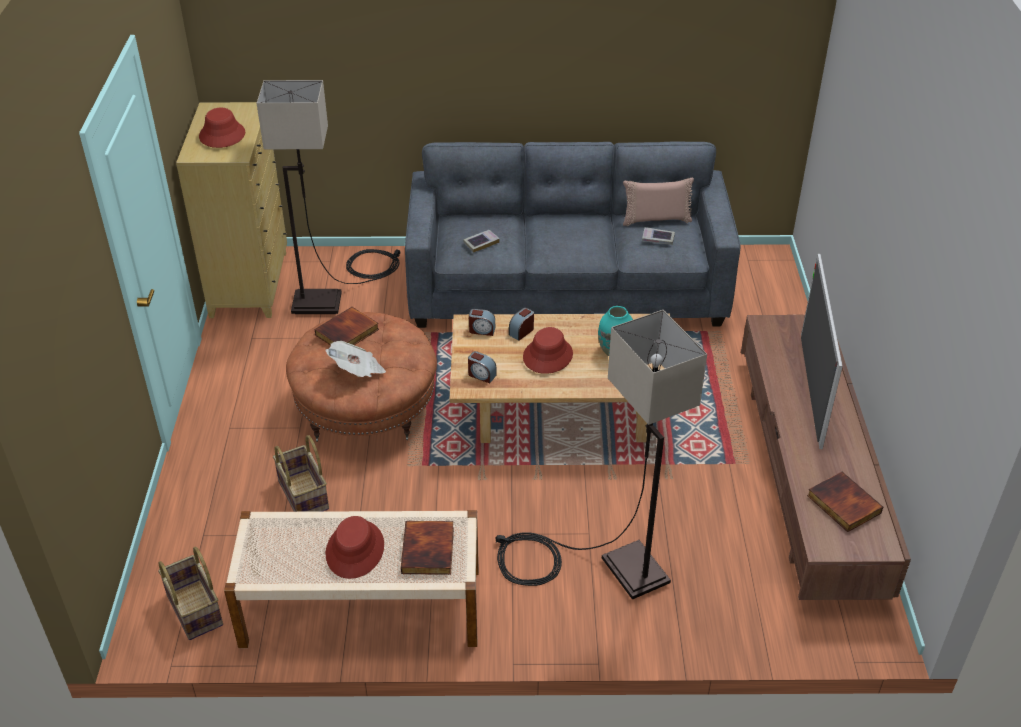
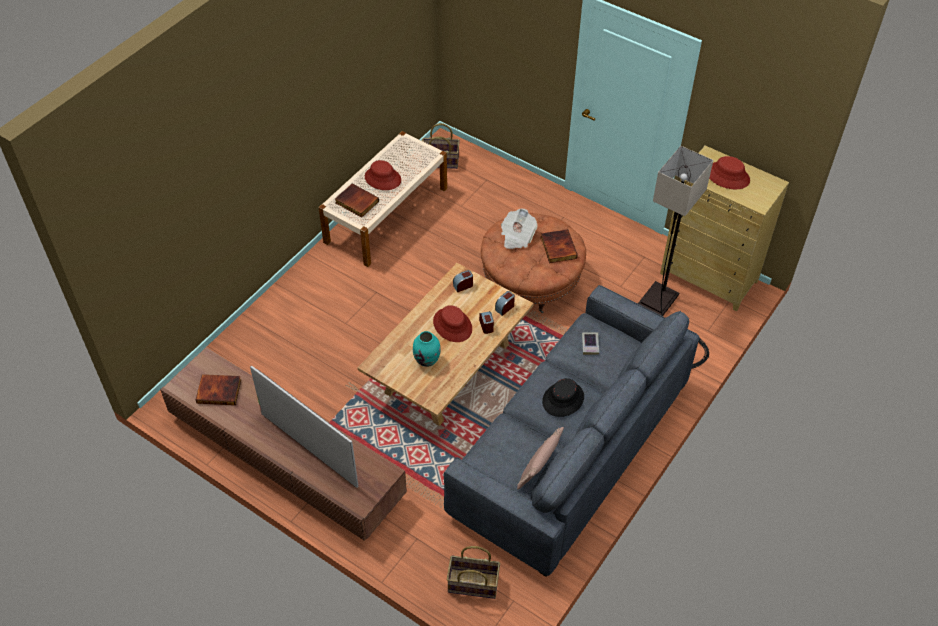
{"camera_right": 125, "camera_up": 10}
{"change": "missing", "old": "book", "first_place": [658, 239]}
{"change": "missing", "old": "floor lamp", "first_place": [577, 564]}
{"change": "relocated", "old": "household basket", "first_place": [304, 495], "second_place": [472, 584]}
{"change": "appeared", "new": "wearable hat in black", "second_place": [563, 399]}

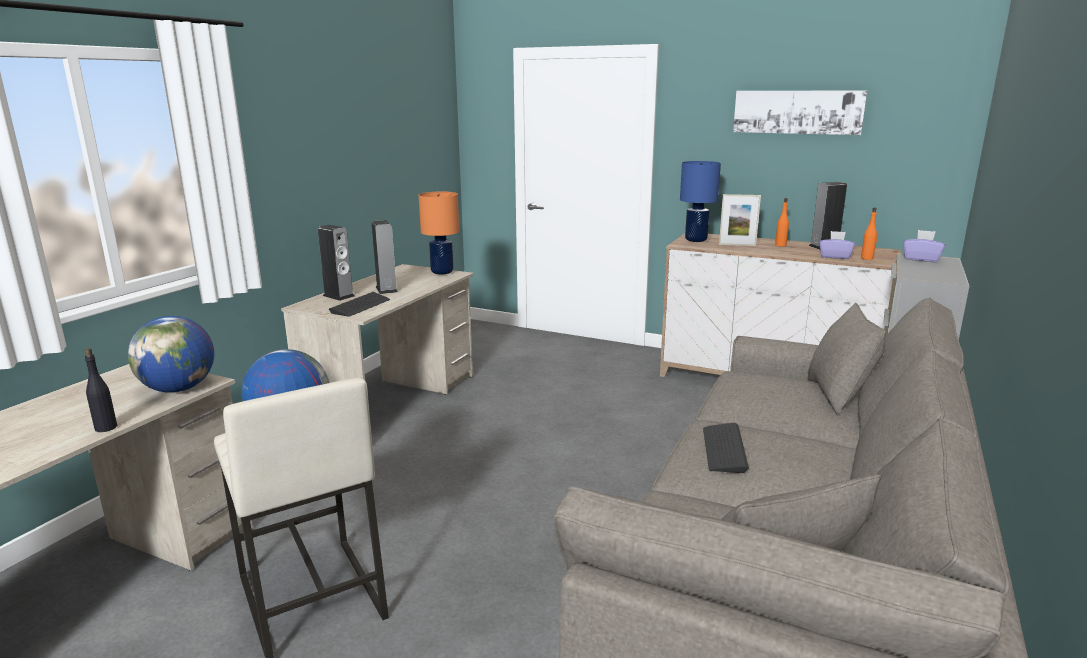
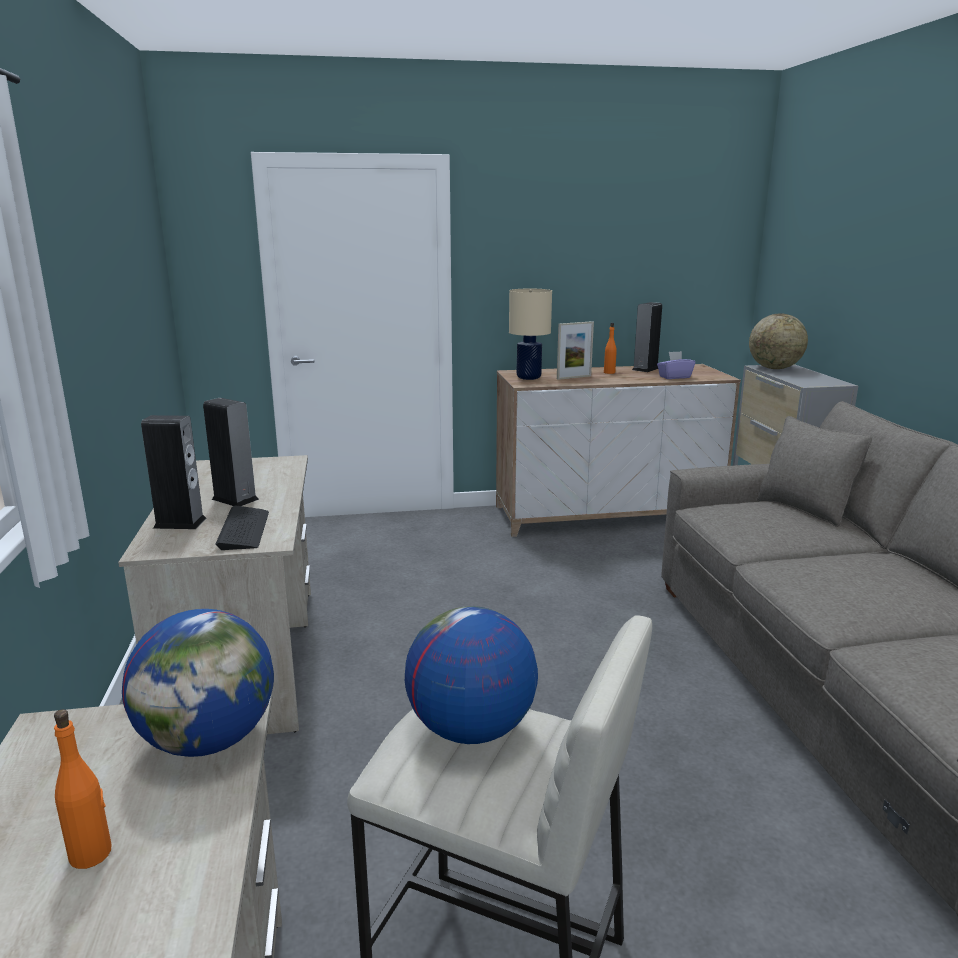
{"camera_right": -35, "camera_up": 0}
{"change": "missing", "old": "picture", "first_place": [797, 112]}
{"change": "colour", "old": "table lamp in blue", "new": "table lamp in beige-coloured", "first_place": [695, 241], "second_place": [528, 378]}
{"change": "missing", "old": "table lamp in orange-coloured", "first_place": [442, 273]}
{"change": "relocated", "old": "drink bottle in orange-coloured", "first_place": [867, 258], "second_place": [91, 853]}
{"change": "exchanged", "old": "tissue holder in purple-coloured", "new": "desk globe", "first_place": [921, 259], "second_place": [774, 368]}
{"change": "missing", "old": "drink bottle in black", "first_place": [106, 428]}
{"change": "missing", "old": "PC keyboard", "first_place": [724, 449]}

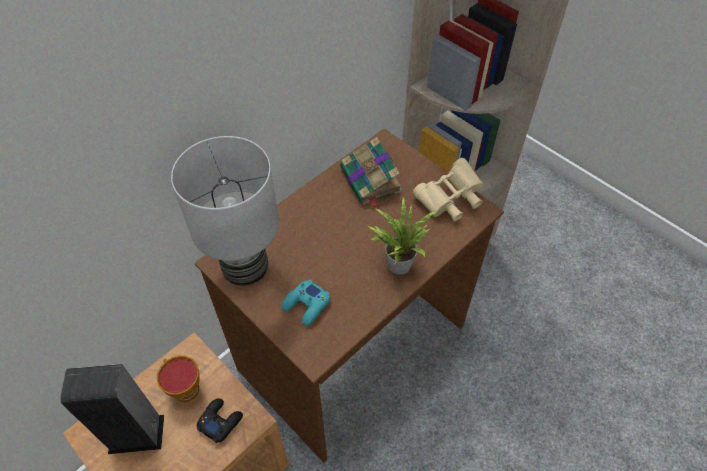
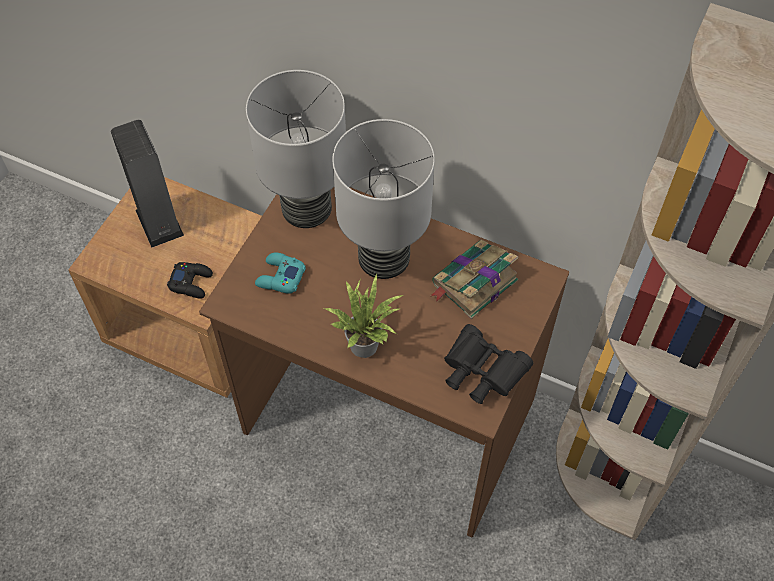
{"camera_right": 70, "camera_up": 5}
{"change": "colour", "old": "pair of binoculars in beige-coloured", "new": "pair of binoculars in black", "first_place": [450, 200], "second_place": [481, 373]}
{"change": "missing", "old": "cup", "first_place": [184, 387]}
{"change": "appeared", "new": "table lamp in greyish", "second_place": [383, 257]}

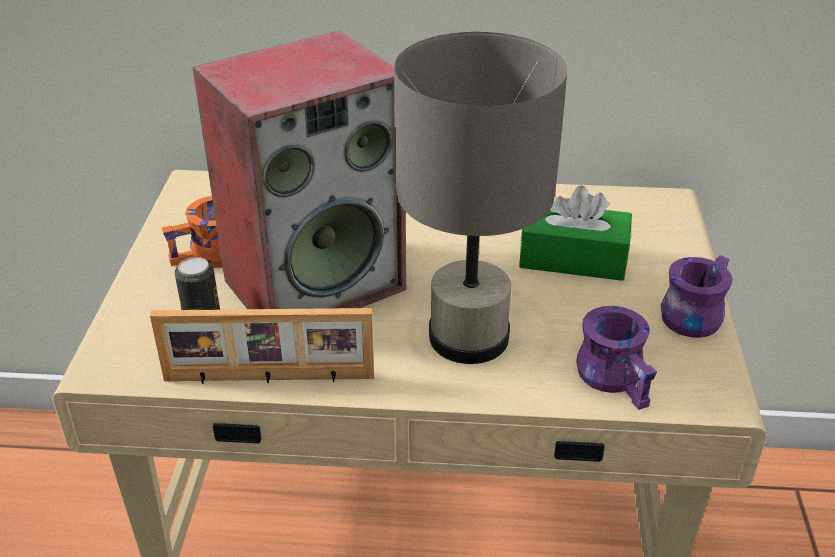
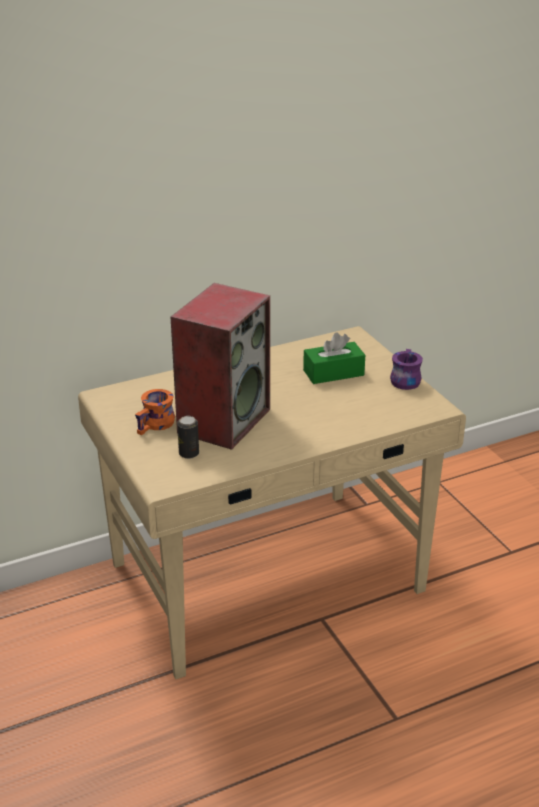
{"camera_right": -30, "camera_up": -5}
{"change": "missing", "old": "table lamp in greyish", "first_place": [470, 338]}
{"change": "missing", "old": "tea mug in purple-coloured", "first_place": [619, 377]}
{"change": "missing", "old": "picture frame", "first_place": [269, 379]}

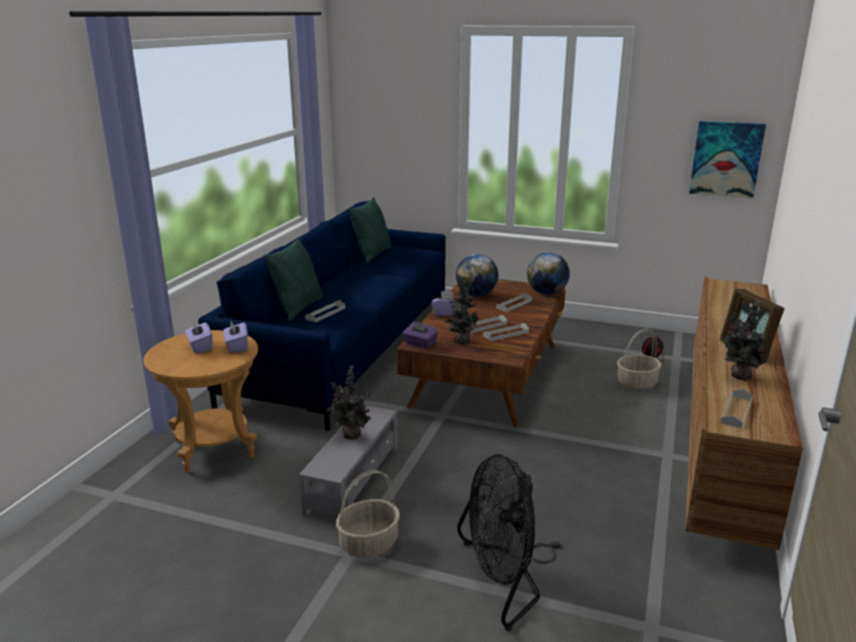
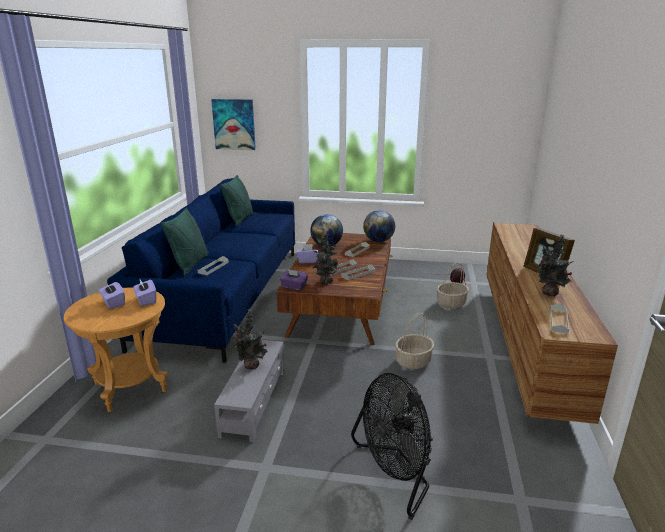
{"camera_right": -10, "camera_up": 0}
{"change": "relocated", "old": "picture", "first_place": [726, 159], "second_place": [234, 124]}
{"change": "relocated", "old": "household basket", "first_place": [369, 543], "second_place": [413, 361]}

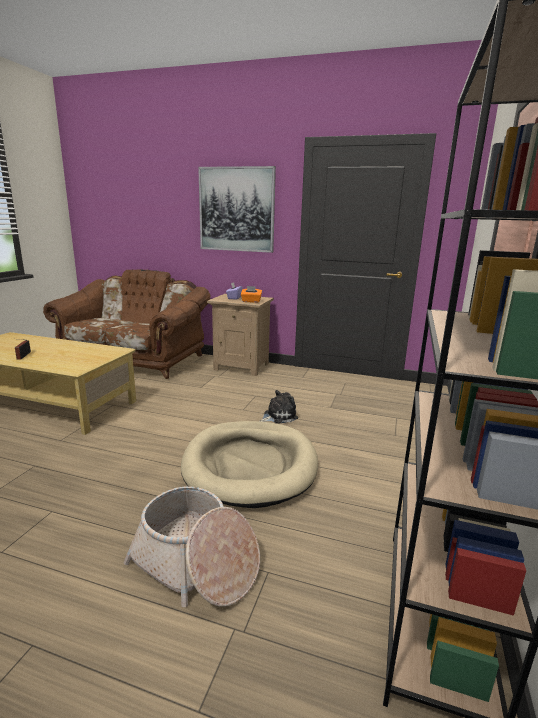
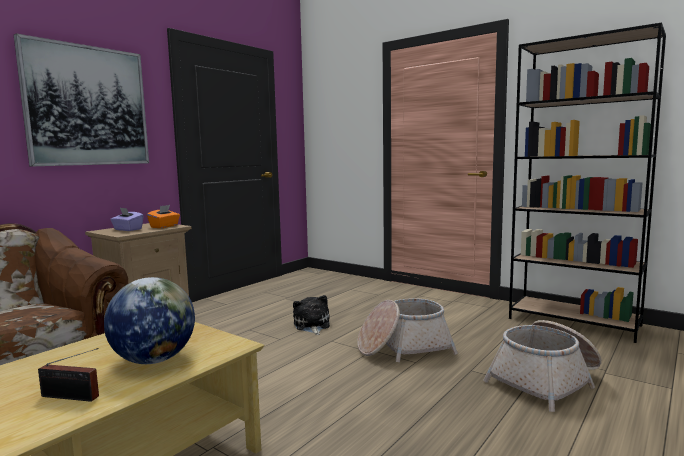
{"camera_right": -70, "camera_up": -10}
{"change": "exchanged", "old": "dog cushion in beige-coloured", "new": "household basket", "first_place": [250, 465], "second_place": [403, 347]}
{"change": "appeared", "new": "desk globe", "second_place": [154, 360]}

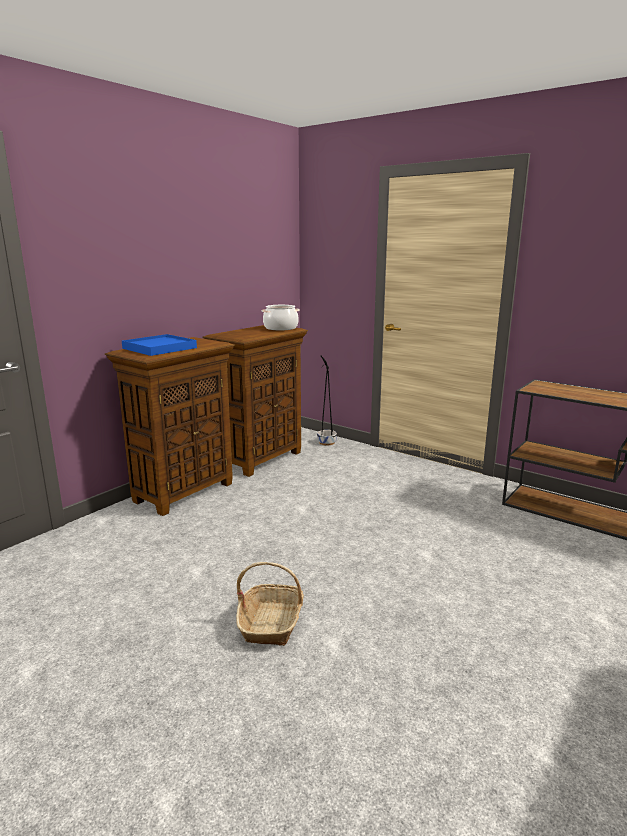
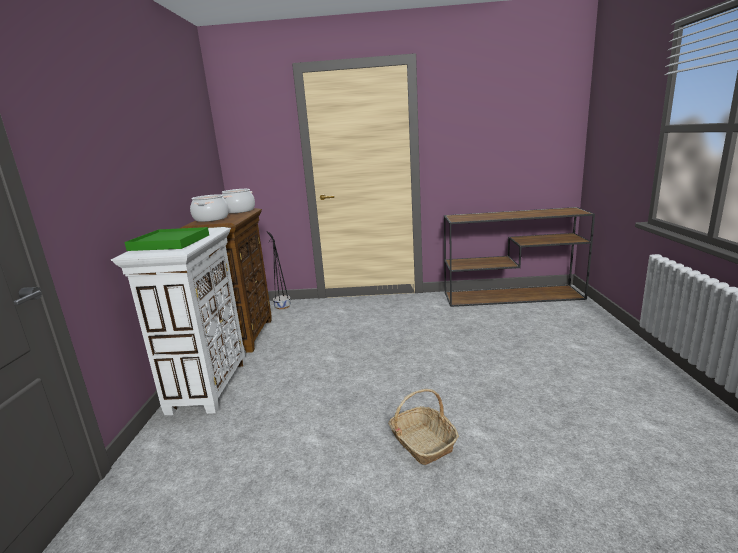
{"camera_right": -35, "camera_up": 0}
{"change": "colour", "old": "serving tray in blue", "new": "serving tray in green-coloured", "first_place": [159, 348], "second_place": [170, 242]}
{"change": "colour", "old": "cabinet in brownish", "new": "cabinet in white-coloured", "first_place": [184, 492], "second_place": [208, 385]}
{"change": "appeared", "new": "stockpot", "second_place": [211, 219]}

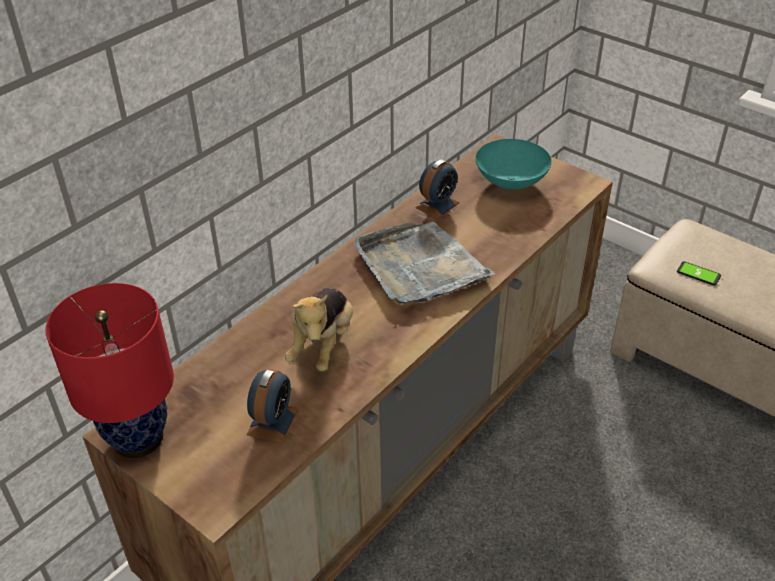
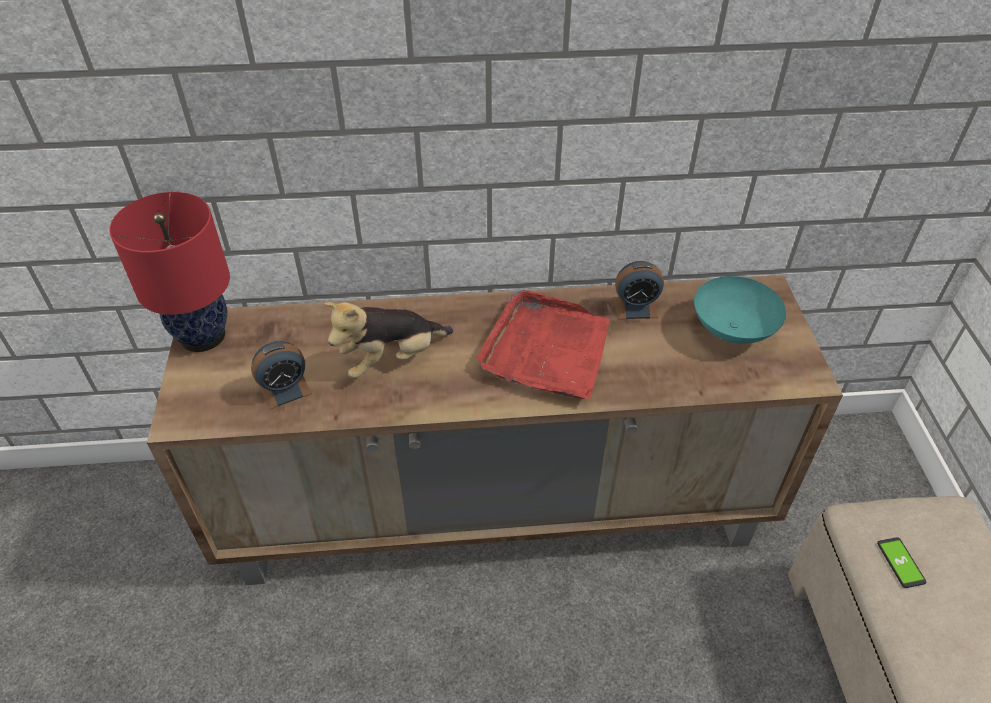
{"camera_right": 45, "camera_up": 5}
{"change": "colour", "old": "serving tray in greyish", "new": "serving tray in red", "first_place": [419, 266], "second_place": [546, 349]}

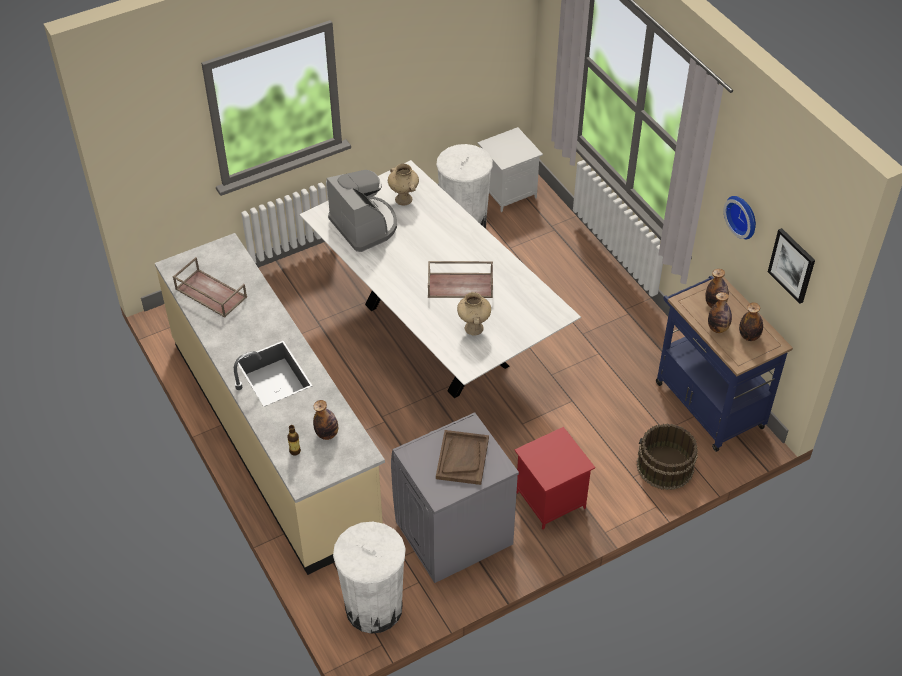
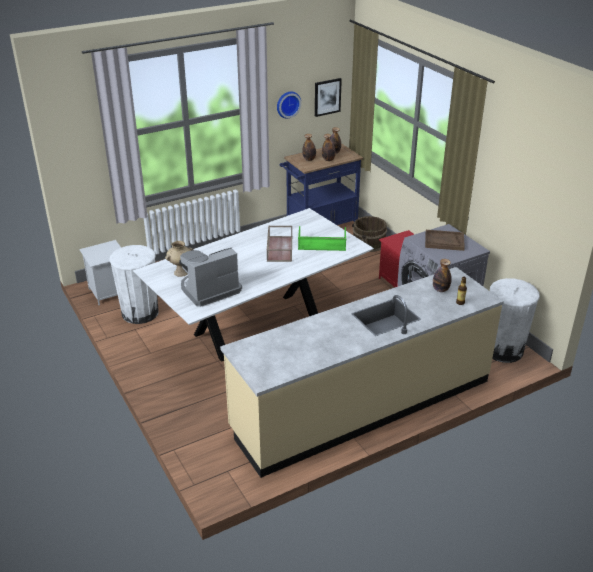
{"camera_right": -90, "camera_up": -15}
{"change": "missing", "old": "serving tray in brownish", "first_place": [210, 293]}
{"change": "exchanged", "old": "flower vase in beige-coloured", "new": "serving tray in green-coloured", "first_place": [473, 328], "second_place": [321, 244]}

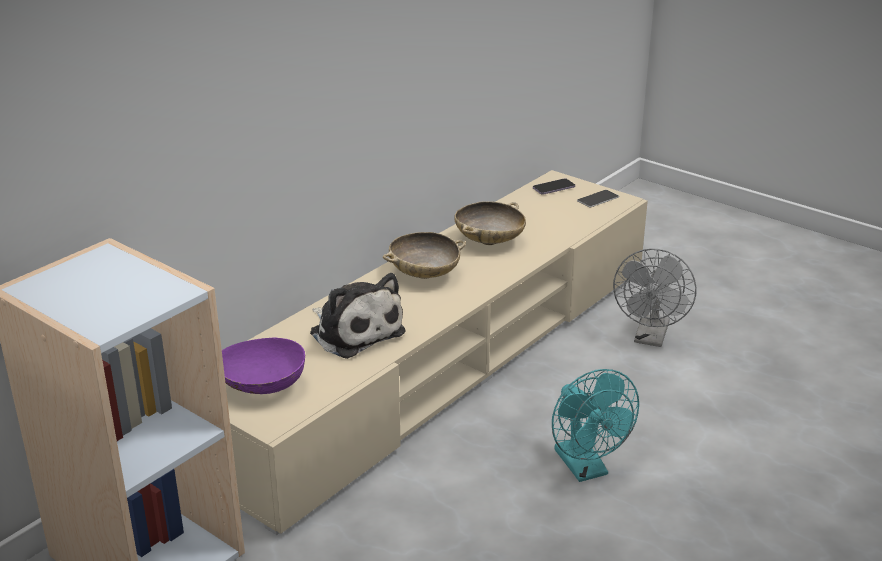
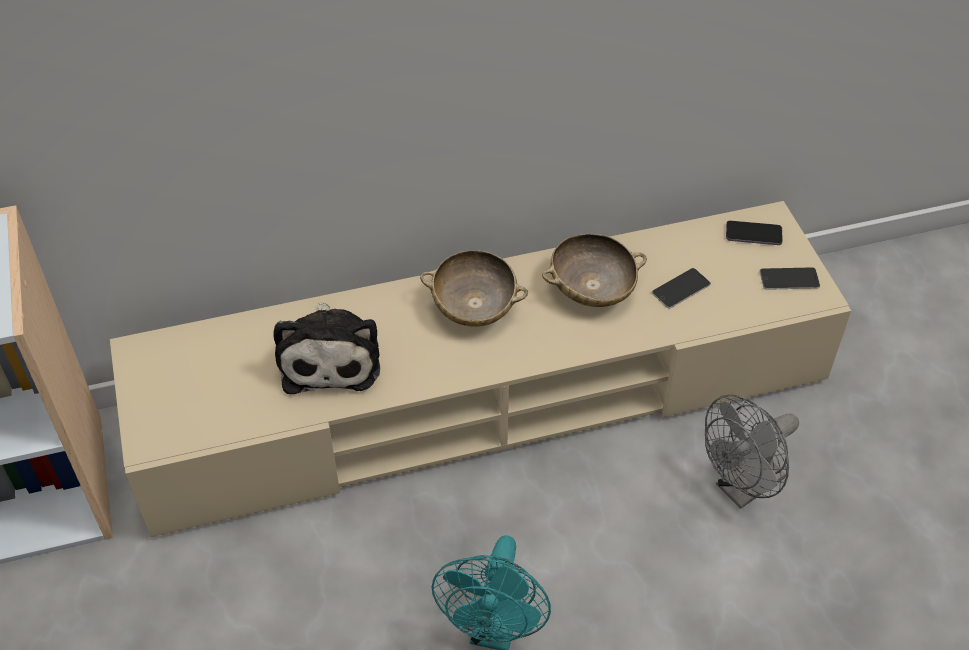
{"camera_right": 35, "camera_up": 20}
{"change": "missing", "old": "bowl in purple-coloured", "first_place": [262, 387]}
{"change": "appeared", "new": "phone", "second_place": [681, 288]}

